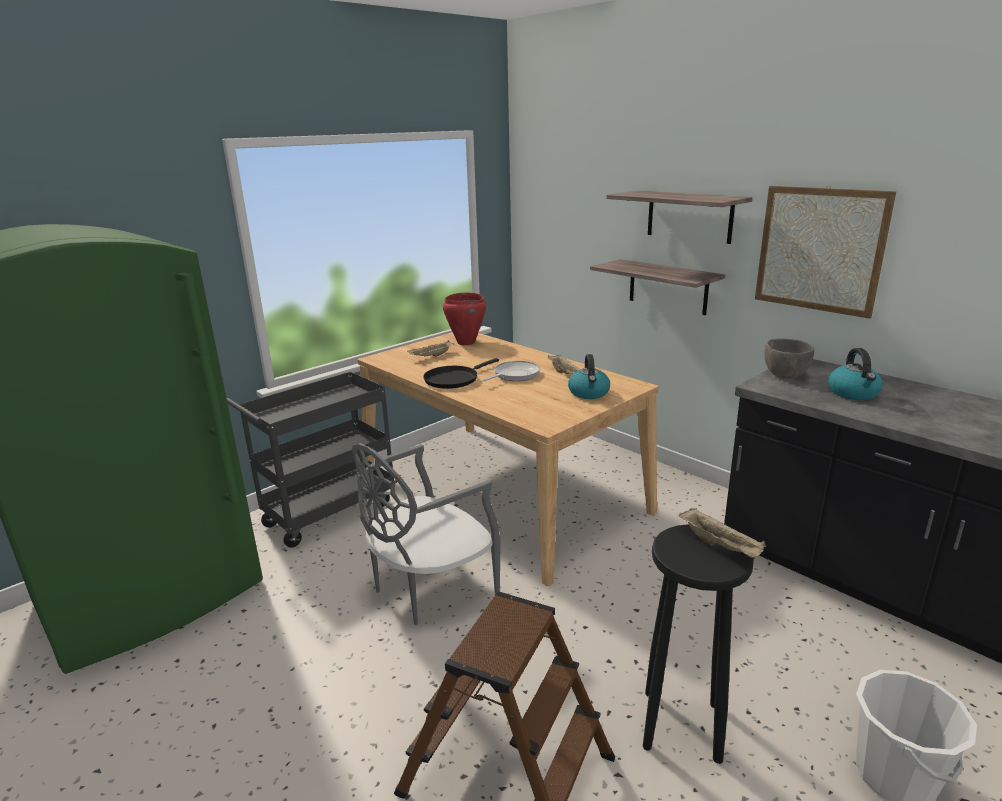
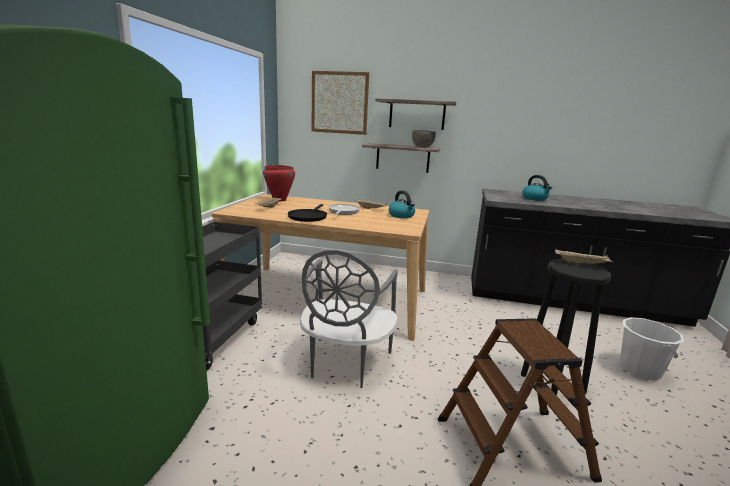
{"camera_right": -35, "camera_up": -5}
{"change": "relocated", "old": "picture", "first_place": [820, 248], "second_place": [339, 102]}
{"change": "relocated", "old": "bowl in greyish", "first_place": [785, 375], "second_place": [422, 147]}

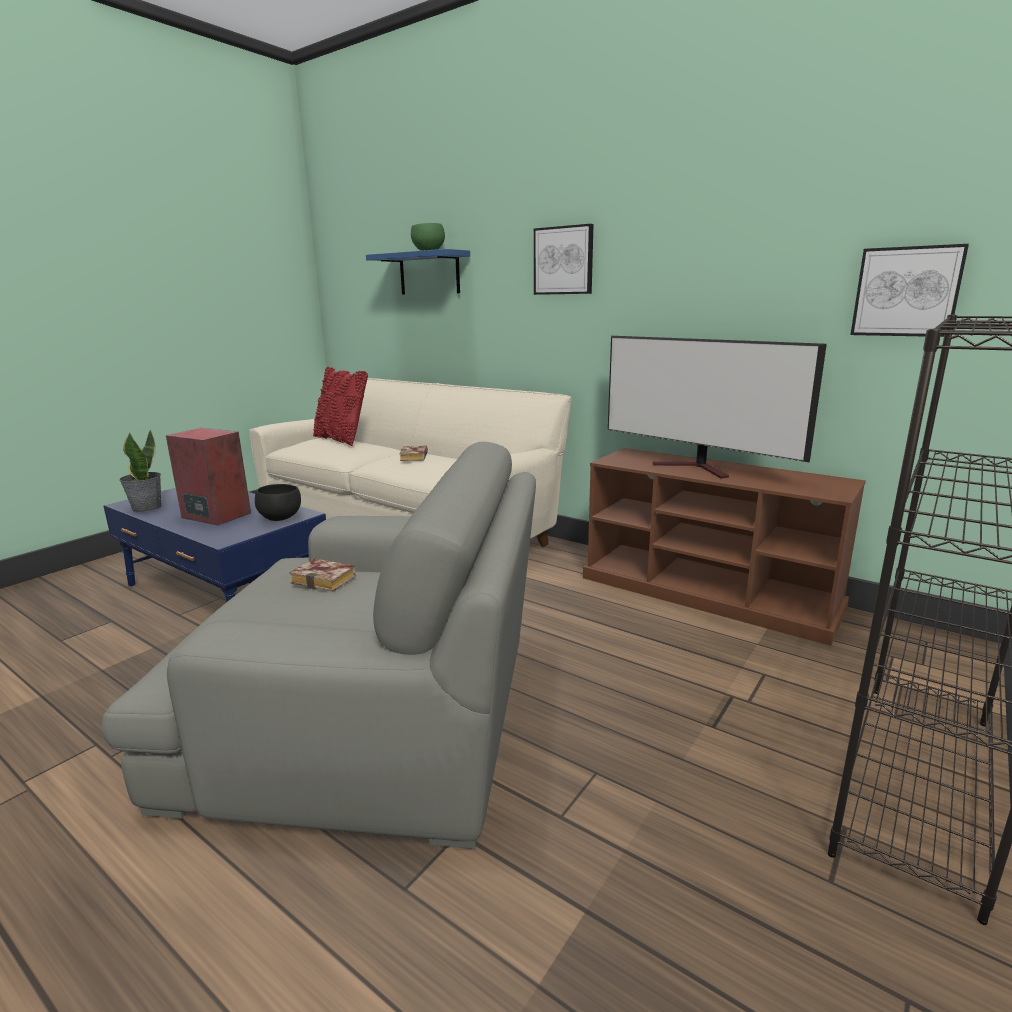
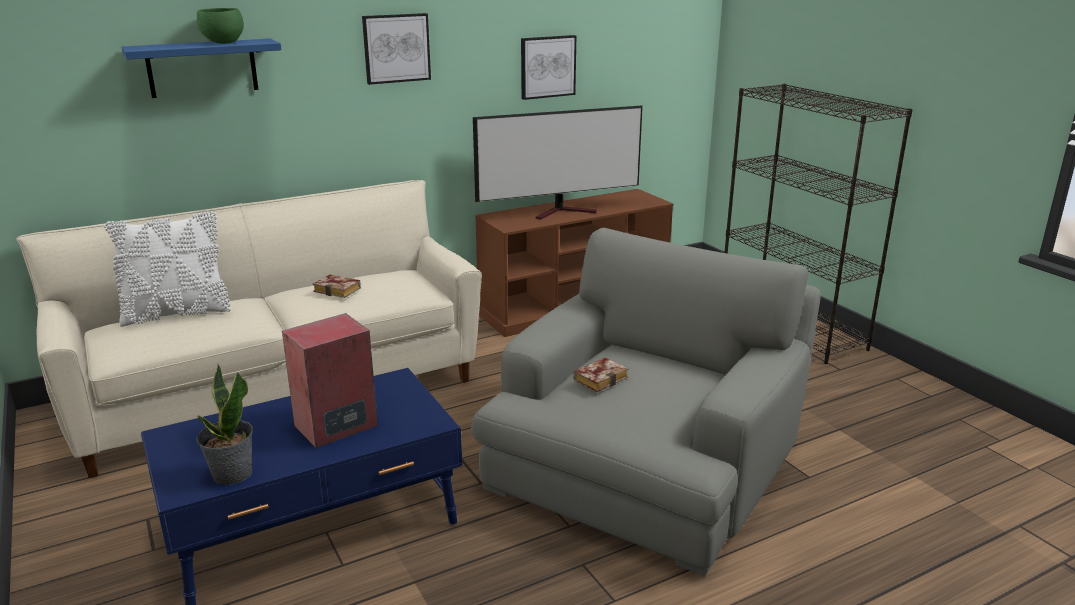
{"camera_right": -65, "camera_up": 5}
{"change": "relocated", "old": "picture", "first_place": [906, 292], "second_place": [547, 67]}
{"change": "colour", "old": "throw pillow in red", "new": "throw pillow in white-coloured", "first_place": [341, 439], "second_place": [177, 313]}
{"change": "missing", "old": "bowl in black", "first_place": [281, 518]}

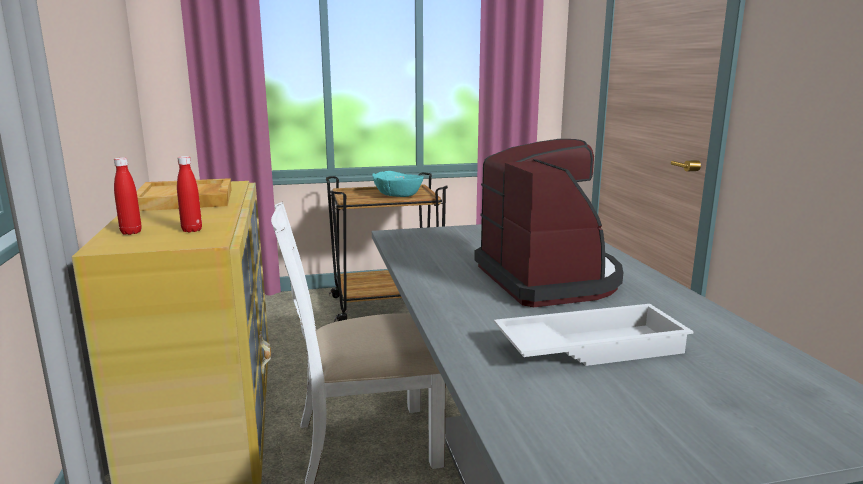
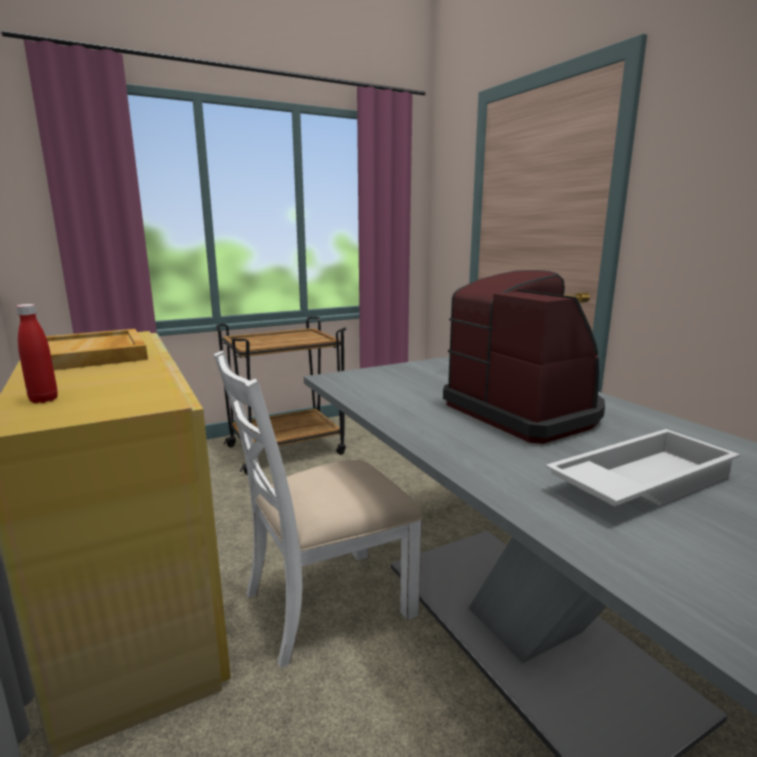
{"camera_right": -15, "camera_up": 0}
{"change": "missing", "old": "drink bottle in red", "first_place": [192, 230]}
{"change": "missing", "old": "bowl in blue-green", "first_place": [398, 195]}

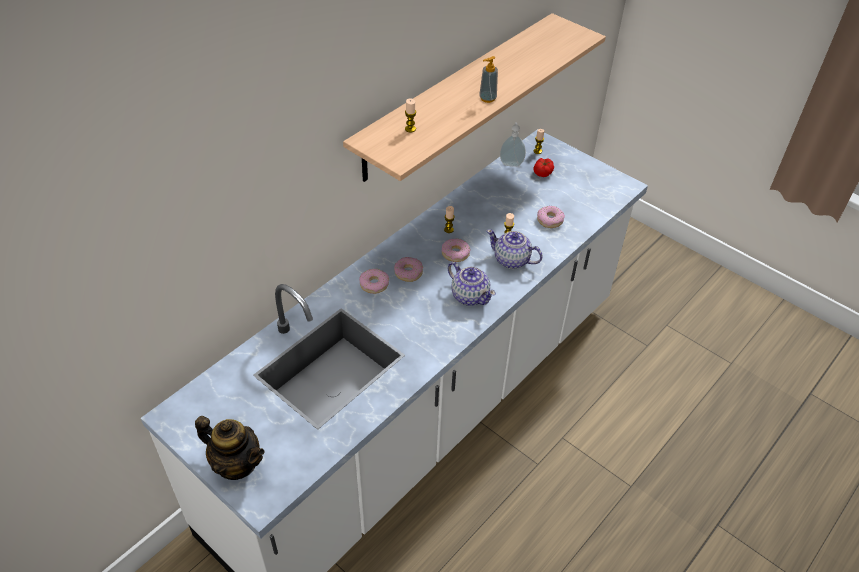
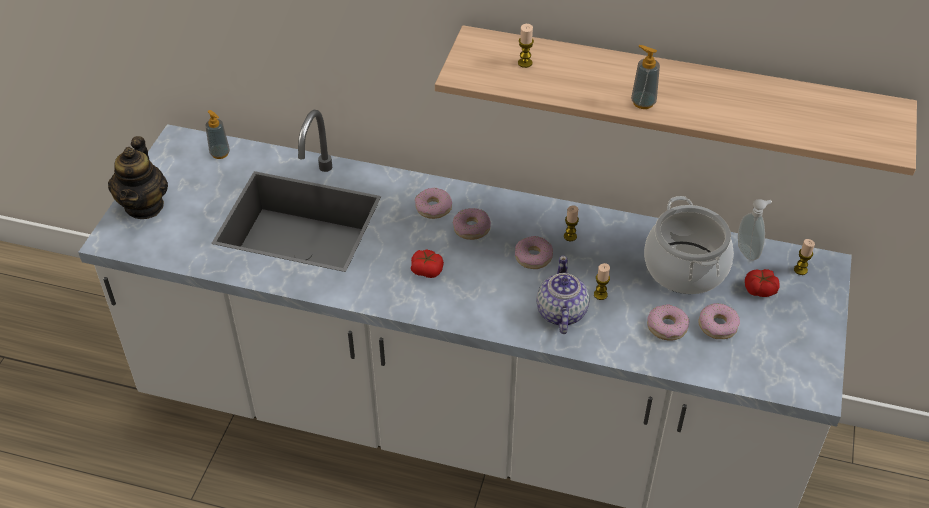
{"camera_right": 65, "camera_up": 0}
{"change": "missing", "old": "tea pot", "first_place": [470, 295]}
{"change": "appeared", "new": "soap dispenser", "second_place": [220, 153]}
{"change": "appeared", "new": "stockpot", "second_place": [685, 268]}
{"change": "appeared", "new": "tomato", "second_place": [427, 270]}
{"change": "appeared", "new": "donut", "second_place": [717, 325]}

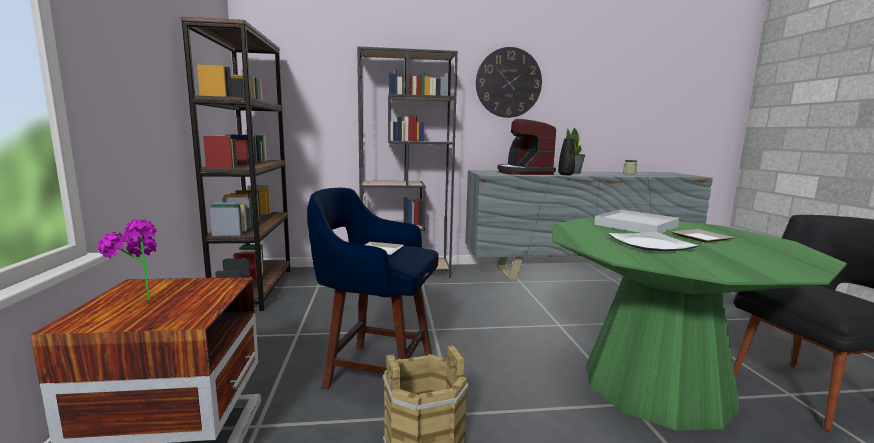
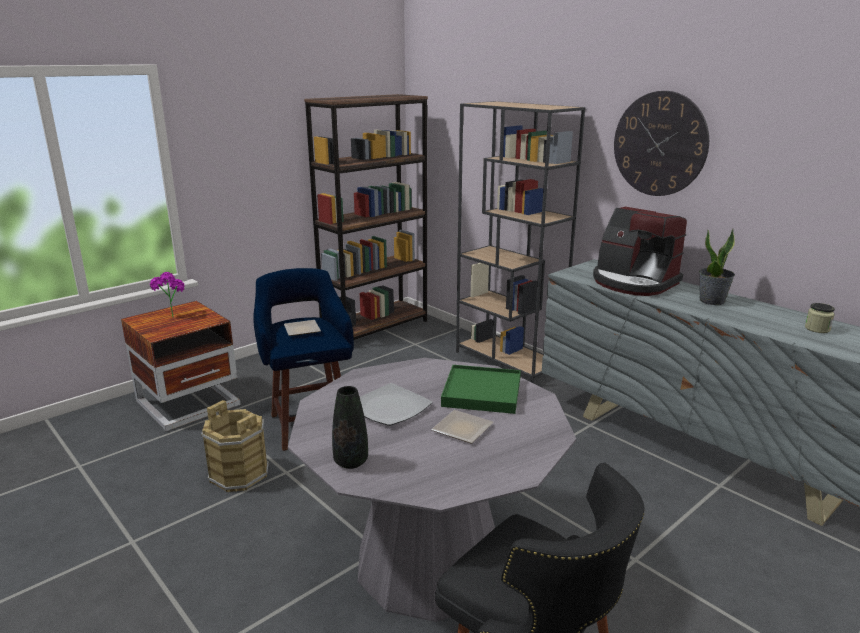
{"camera_right": 55, "camera_up": 10}
{"change": "spun", "old": "coffee machine", "first_place": [524, 173], "second_place": [634, 282], "degrees": -90}
{"change": "relocated", "old": "flower vase in black", "first_place": [565, 174], "second_place": [351, 462]}
{"change": "colour", "old": "serving tray in white-coloured", "new": "serving tray in green-coloured", "first_place": [636, 225], "second_place": [481, 393]}
{"change": "colour", "old": "dinner table in green-coloured", "new": "dinner table in greyish", "first_place": [656, 385], "second_place": [431, 561]}

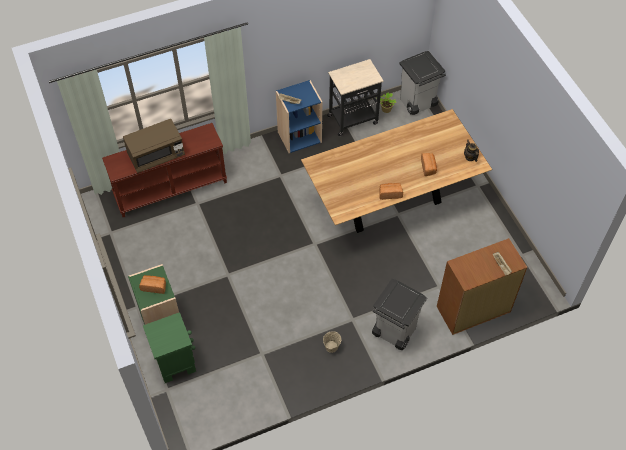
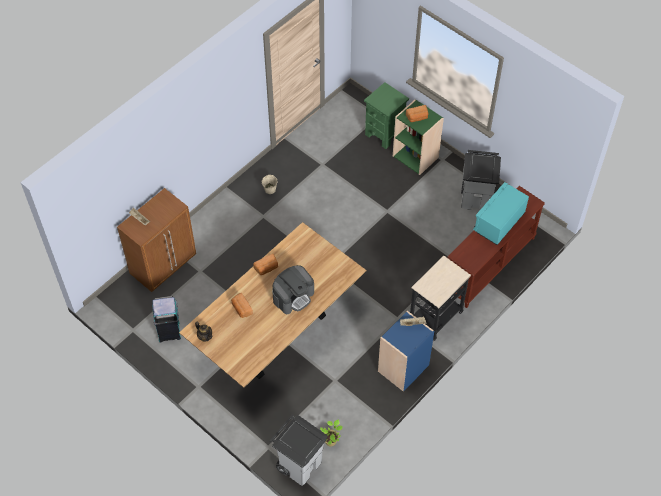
{"camera_right": 155, "camera_up": 0}
{"change": "relocated", "old": "trolley", "first_place": [353, 119], "second_place": [435, 318]}
{"change": "colour", "old": "microwave oven in brownish", "new": "microwave oven in blue-green", "first_place": [156, 155], "second_place": [499, 222]}
{"change": "relocated", "old": "waste bin in greyish", "first_place": [393, 332], "second_place": [476, 199]}
{"change": "appeared", "new": "coffee machine", "second_place": [293, 296]}
{"change": "appeared", "new": "waste bin in blue-green", "second_place": [169, 331]}

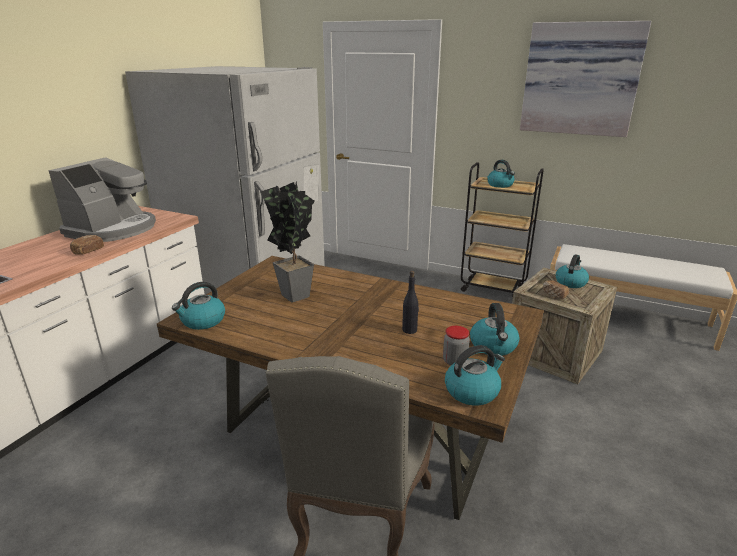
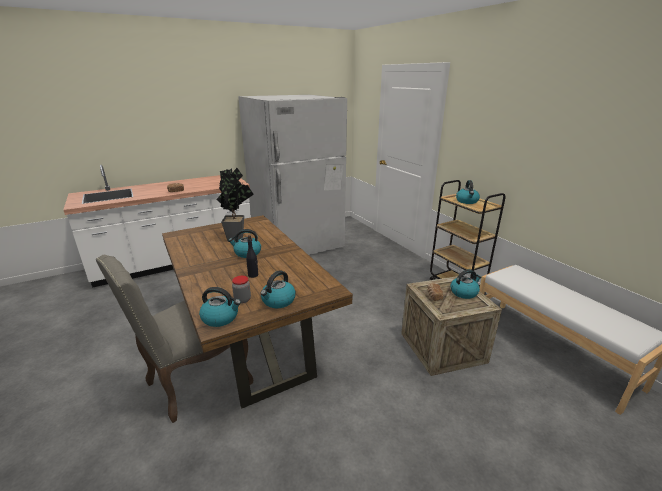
{"camera_right": 35, "camera_up": 0}
{"change": "missing", "old": "picture", "first_place": [580, 79]}
{"change": "missing", "old": "coffee machine", "first_place": [113, 229]}
{"change": "relocated", "old": "kettle", "first_place": [202, 321], "second_place": [247, 253]}

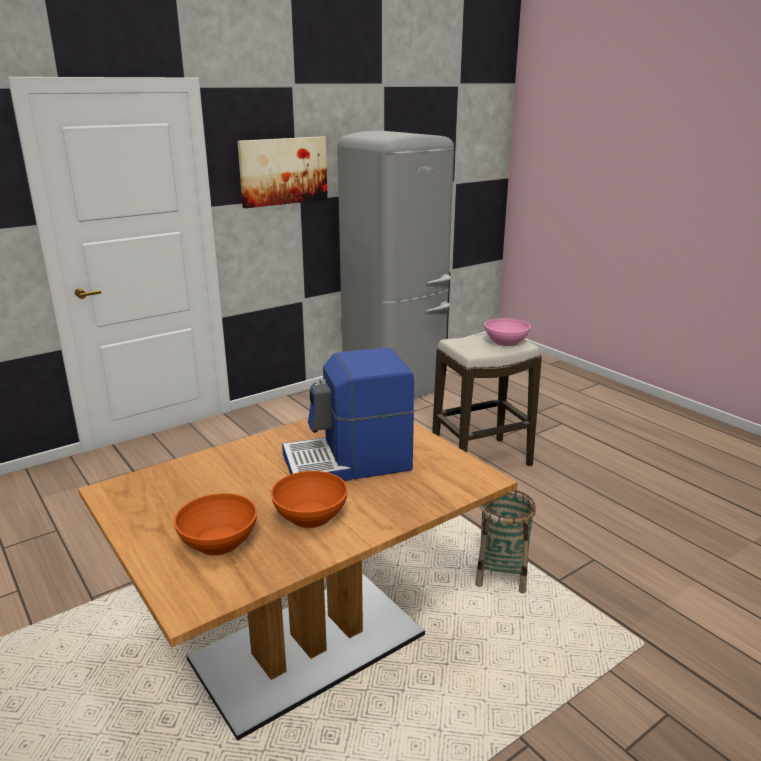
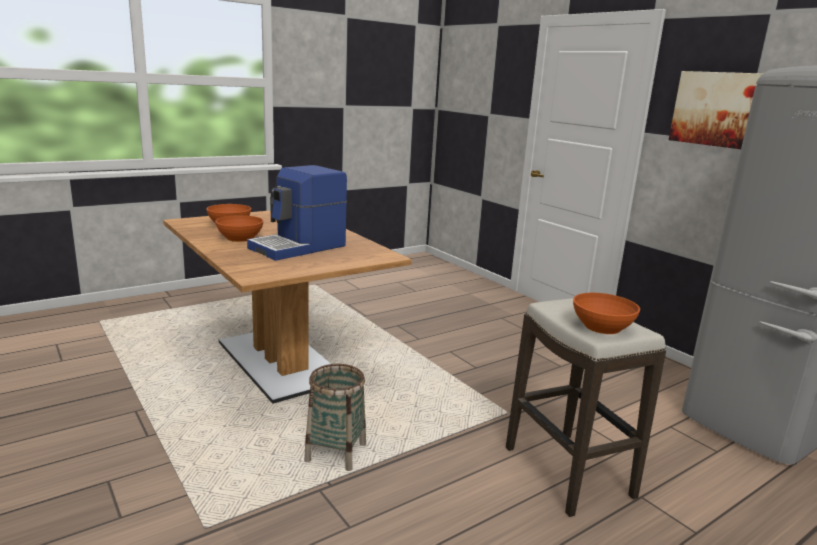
{"camera_right": 90, "camera_up": -5}
{"change": "colour", "old": "bowl in pink-coloured", "new": "bowl in orange-coloured", "first_place": [505, 342], "second_place": [601, 326]}
{"change": "spun", "old": "coffee machine", "first_place": [348, 463], "second_place": [299, 247], "degrees": -120}

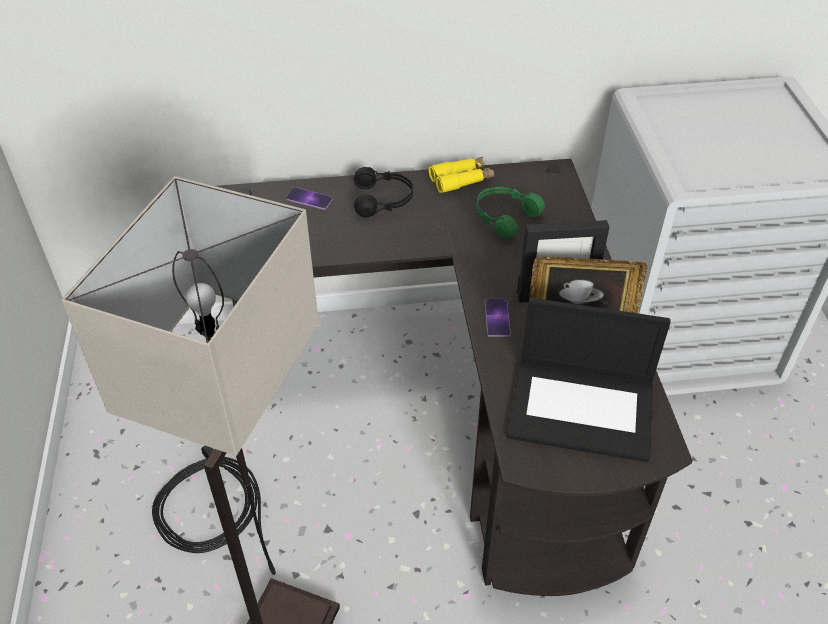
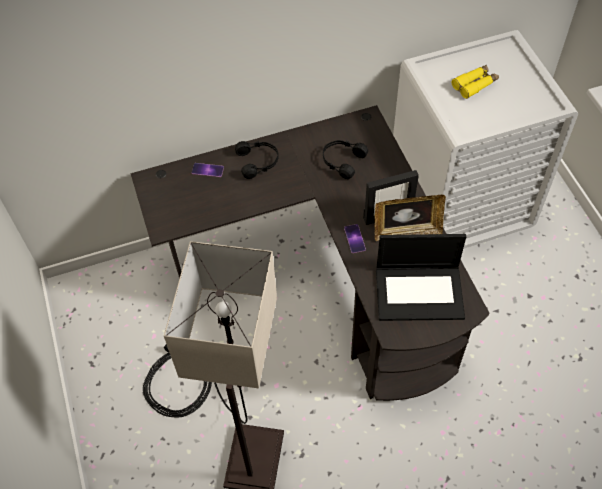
{"camera_right": -10, "camera_up": 10}
{"change": "relocated", "old": "pair of binoculars in yellow-coloured", "first_place": [461, 179], "second_place": [475, 84]}
{"change": "colour", "old": "headphones in green-coloured", "new": "headphones in black", "first_place": [504, 217], "second_place": [342, 161]}

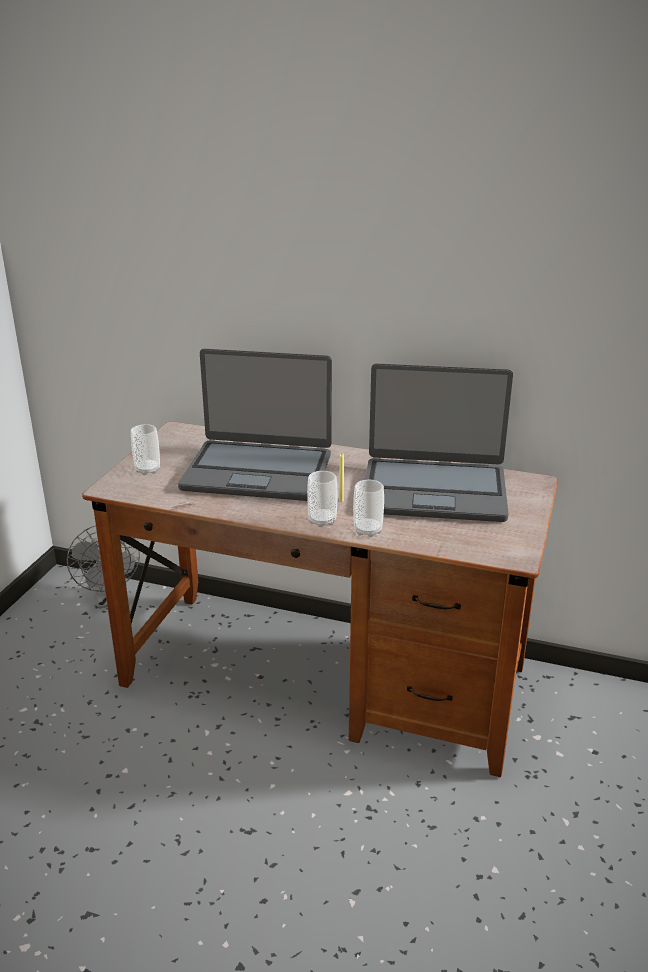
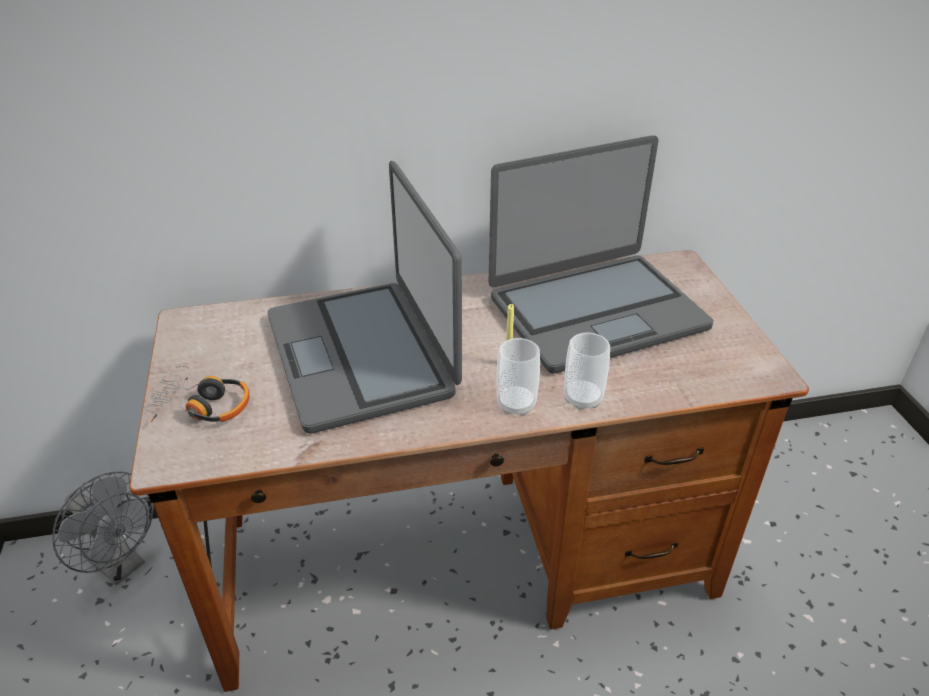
{"camera_right": -30, "camera_up": 10}
{"change": "spun", "old": "notebook computer", "first_place": [258, 471], "second_place": [362, 354], "degrees": 90}
{"change": "exchanged", "old": "cup", "new": "headphones", "first_place": [147, 470], "second_place": [202, 406]}

